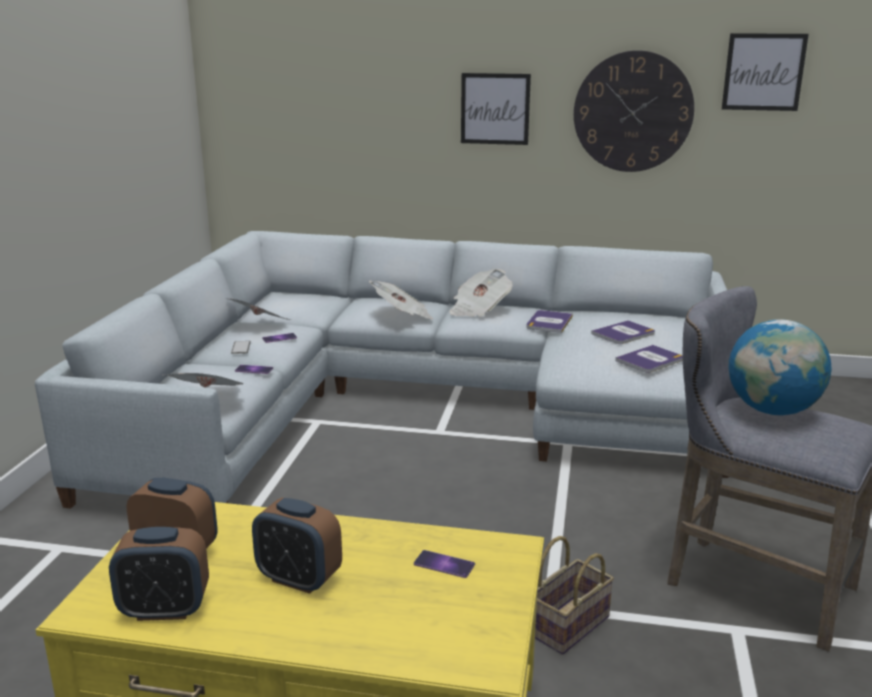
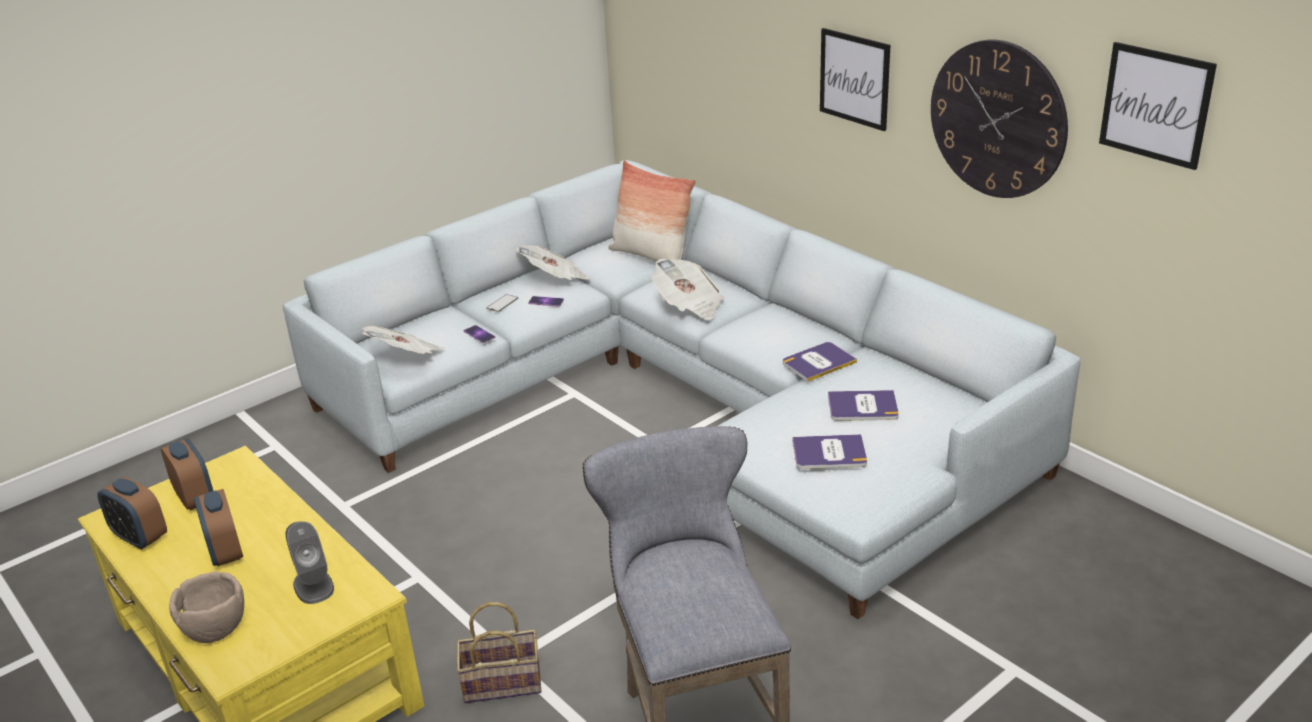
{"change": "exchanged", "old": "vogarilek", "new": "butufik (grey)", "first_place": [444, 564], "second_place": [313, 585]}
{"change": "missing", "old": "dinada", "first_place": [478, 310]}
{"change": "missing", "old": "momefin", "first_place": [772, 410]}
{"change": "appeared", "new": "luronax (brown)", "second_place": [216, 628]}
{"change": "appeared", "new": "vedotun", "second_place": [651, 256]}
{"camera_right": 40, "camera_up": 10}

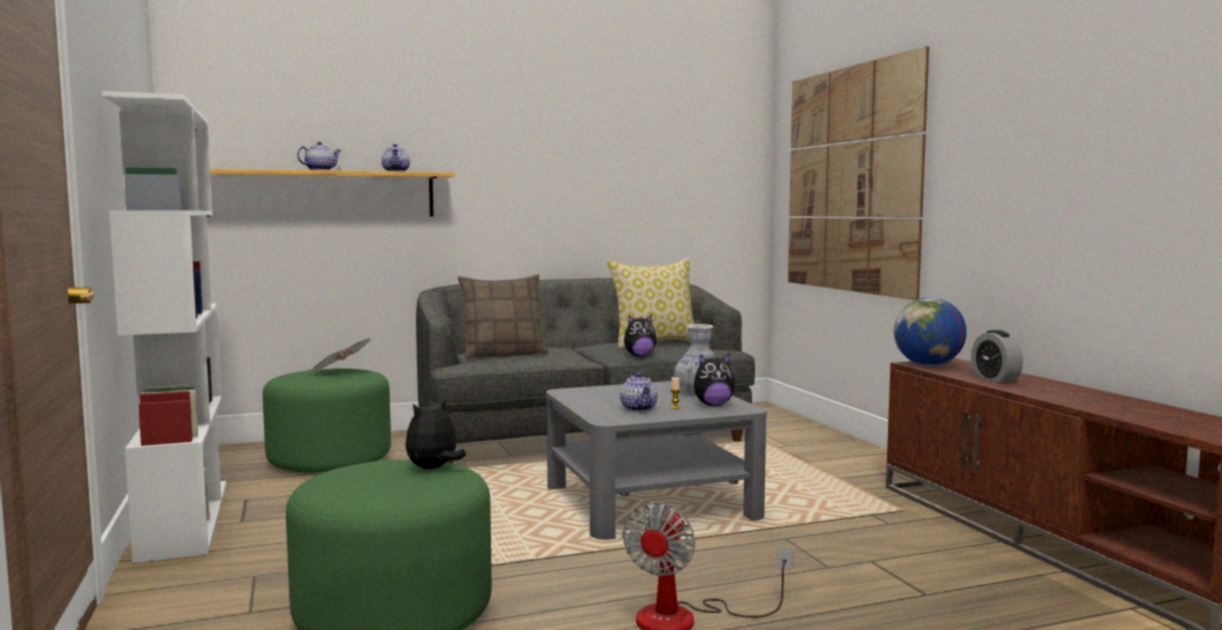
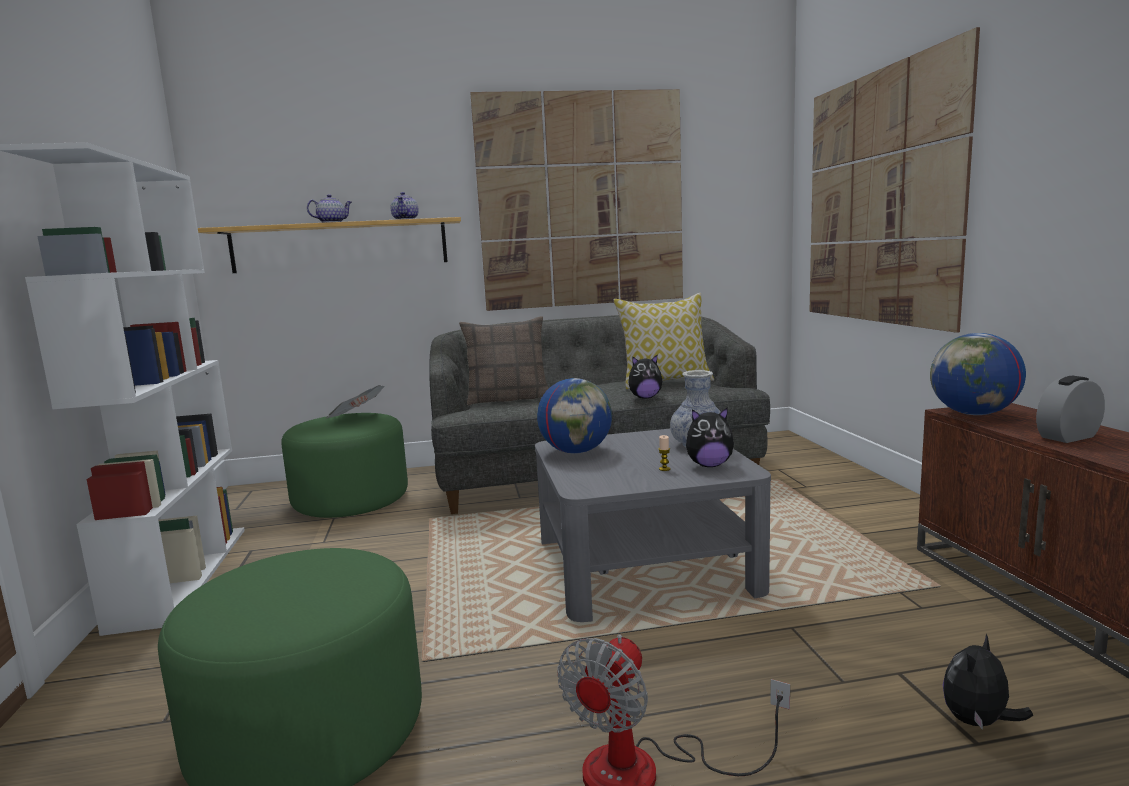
{"change": "relocated", "old": "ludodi", "first_place": [434, 469], "second_place": [978, 722]}
{"change": "missing", "old": "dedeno", "first_place": [639, 409]}
{"change": "spun", "old": "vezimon", "first_place": [995, 379], "second_place": [1068, 437], "degrees": 75}
{"change": "appeared", "new": "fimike", "second_place": [581, 201]}
{"change": "appeared", "new": "momefin", "second_place": [576, 451]}
{"camera_right": 10, "camera_up": 5}

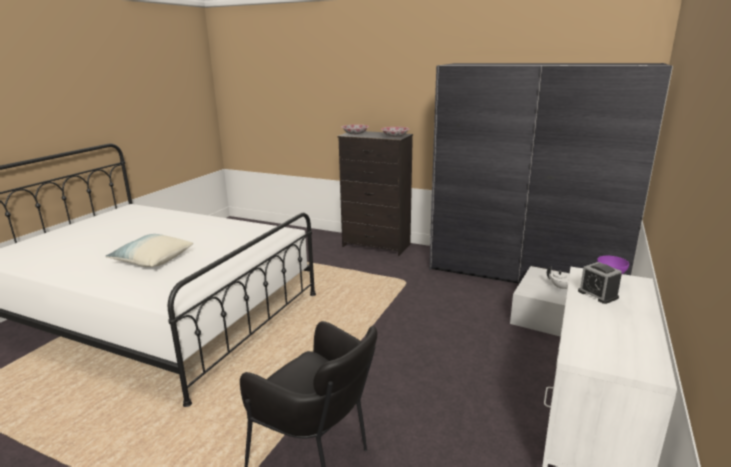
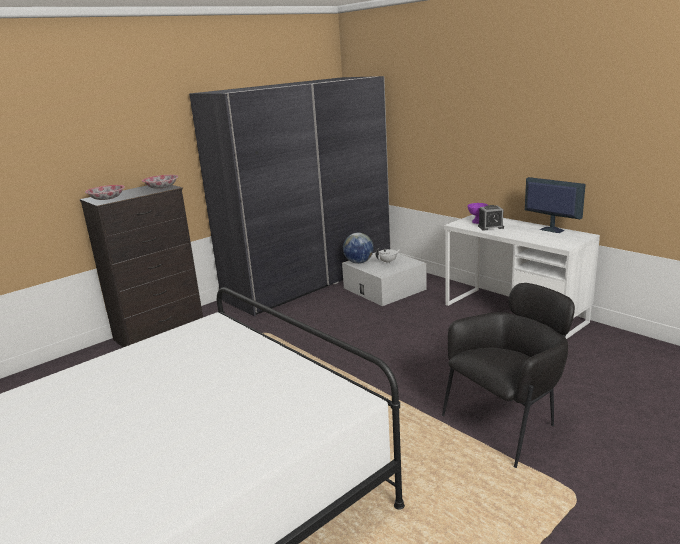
{"change": "missing", "old": "vedotun", "first_place": [152, 260]}
{"change": "appeared", "new": "momefin", "second_place": [358, 262]}
{"change": "appeared", "new": "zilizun", "second_place": [551, 229]}
{"camera_right": -65, "camera_up": 0}

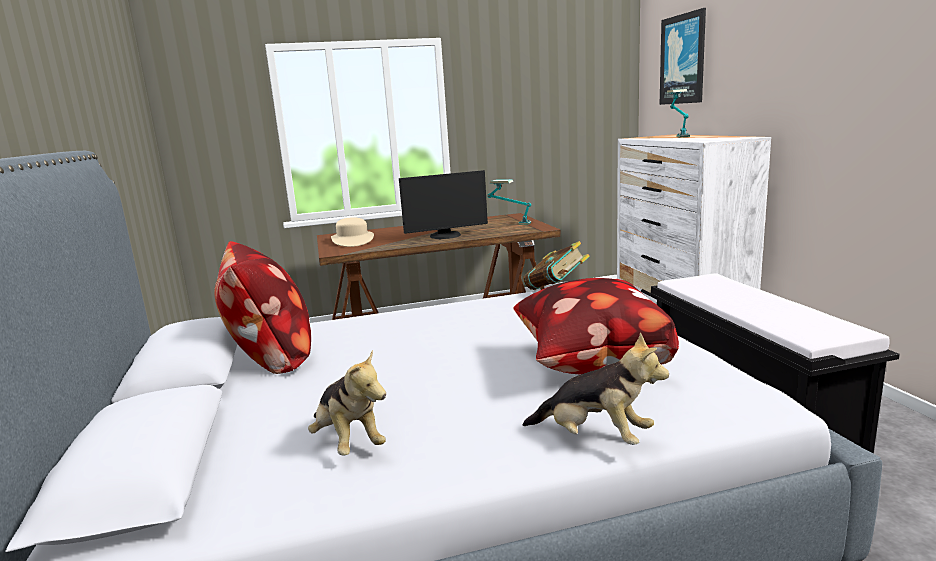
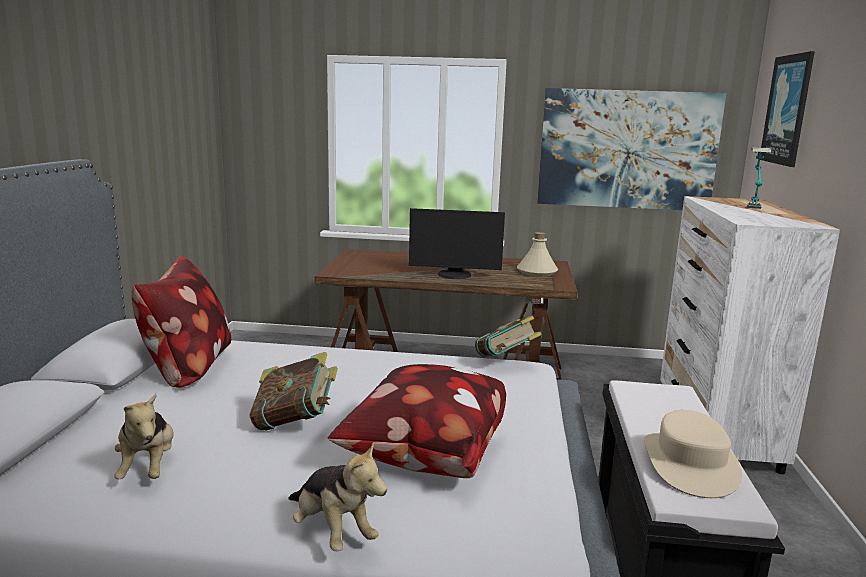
{"change": "relocated", "old": "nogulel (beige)", "first_place": [353, 240], "second_place": [690, 464]}
{"change": "exchanged", "old": "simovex", "new": "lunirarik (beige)", "first_place": [509, 223], "second_place": [537, 272]}
{"change": "appeared", "new": "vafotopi", "second_place": [295, 422]}
{"change": "appeared", "new": "fimike", "second_place": [627, 150]}
{"camera_right": 20, "camera_up": 0}

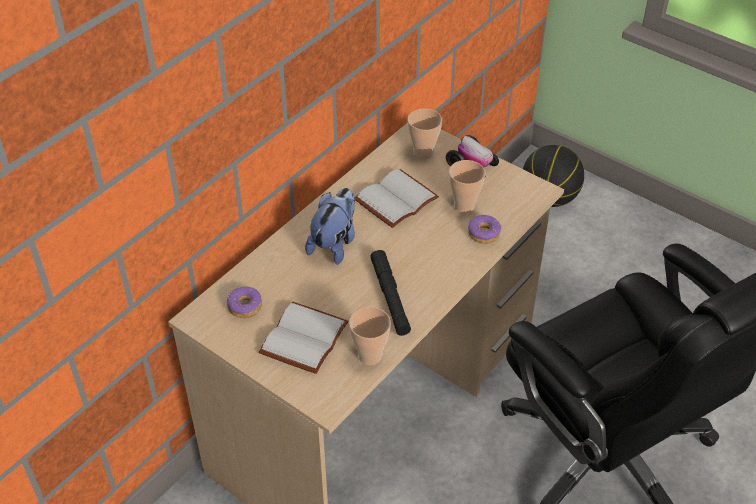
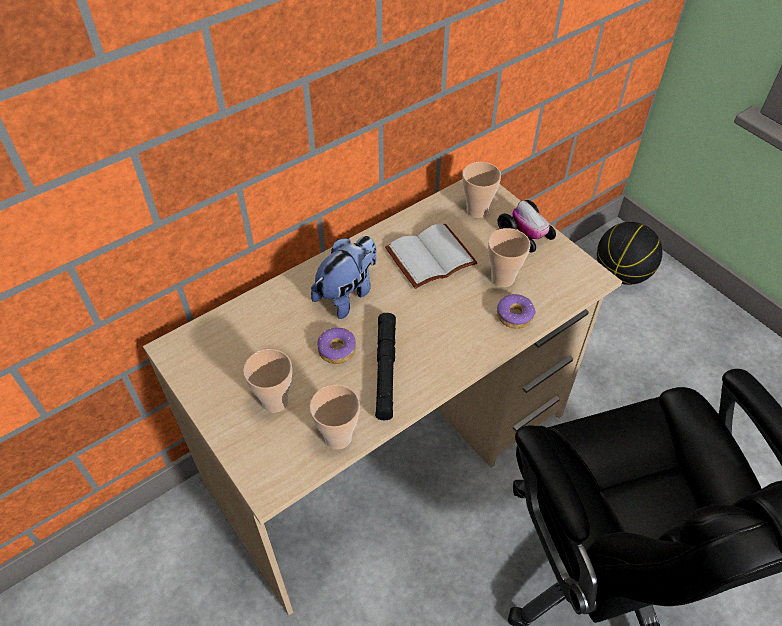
{"change": "relocated", "old": "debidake", "first_place": [245, 307], "second_place": [337, 350]}
{"change": "exchanged", "old": "vafotopi (white)", "new": "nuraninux", "first_place": [305, 340], "second_place": [275, 401]}
{"camera_right": 15, "camera_up": 5}

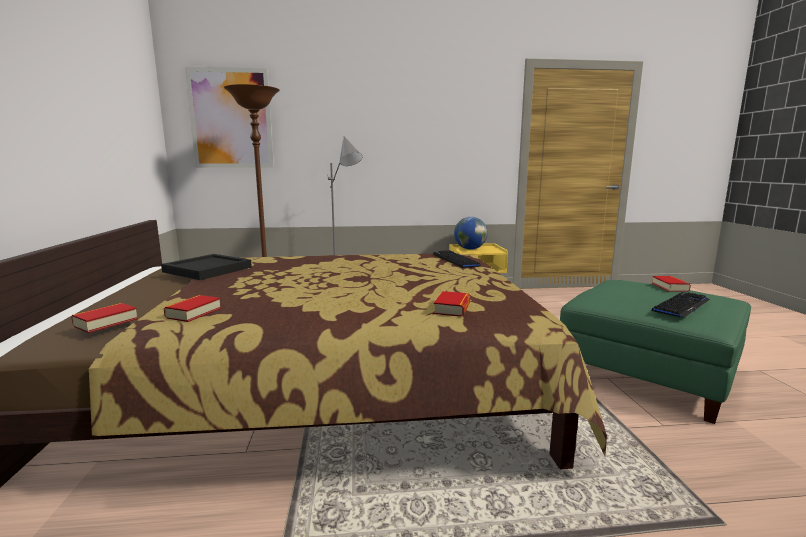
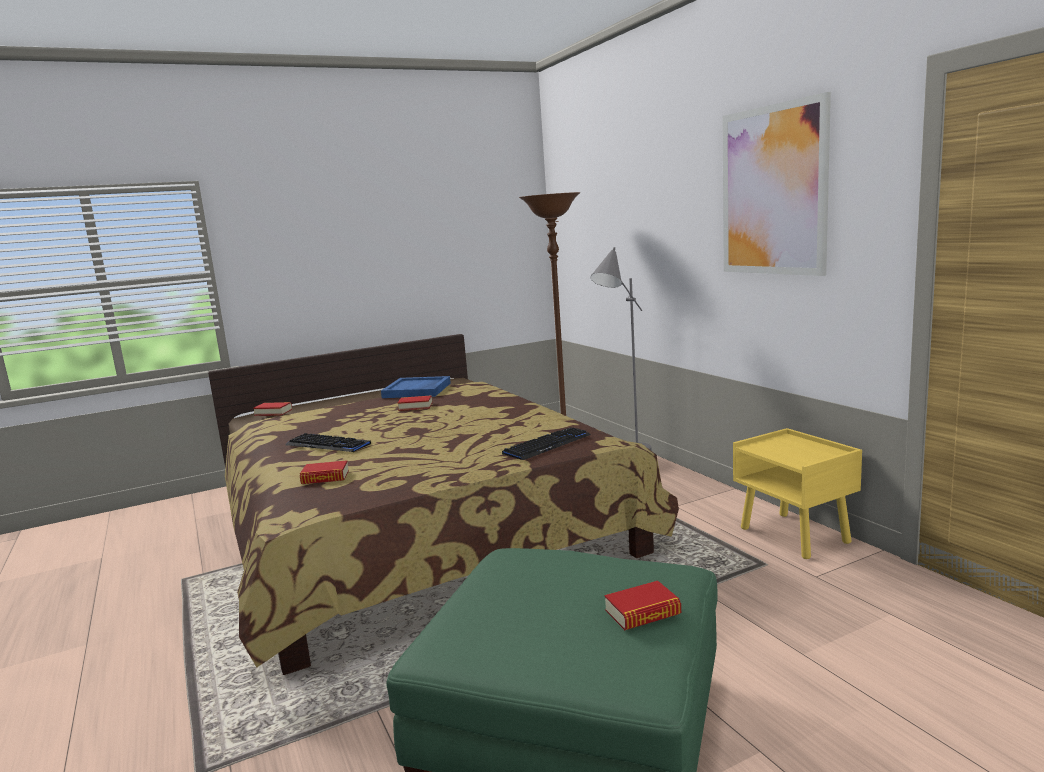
{"change": "colour", "old": "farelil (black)", "new": "farelil (blue)", "first_place": [208, 269], "second_place": [417, 390]}
{"change": "relocated", "old": "vafotopi", "first_place": [193, 313], "second_place": [415, 406]}
{"change": "relocated", "old": "fimike", "first_place": [231, 119], "second_place": [773, 191]}
{"change": "missing", "old": "momefin", "first_place": [470, 249]}
{"change": "relocated", "old": "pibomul", "first_place": [681, 305], "second_place": [328, 445]}
{"camera_right": 70, "camera_up": 0}

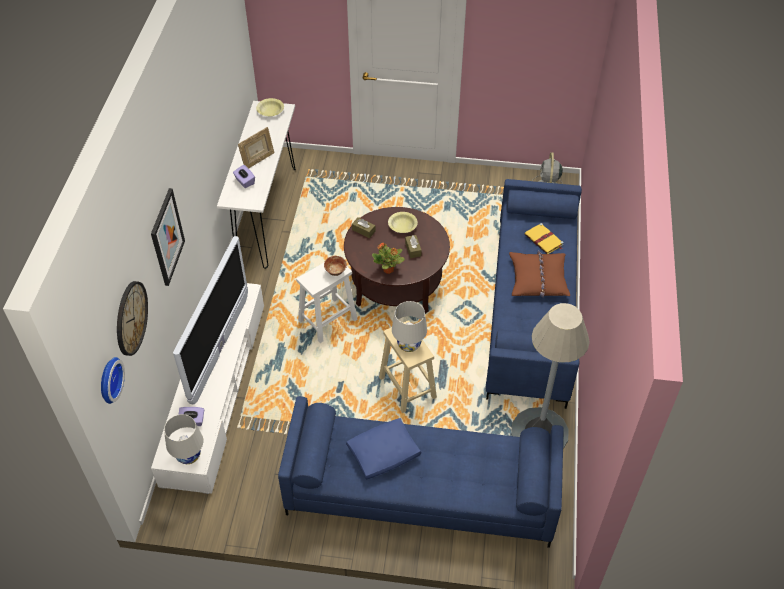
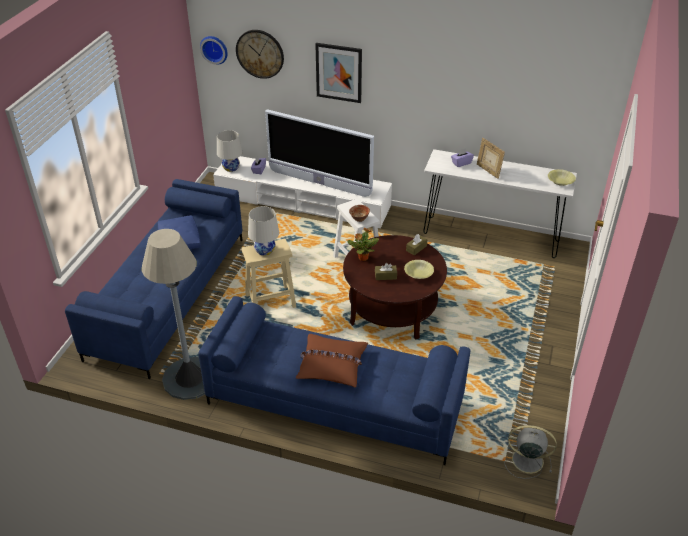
{"change": "missing", "old": "vafotopi (yellow)", "first_place": [544, 240]}
{"camera_right": 100, "camera_up": -10}

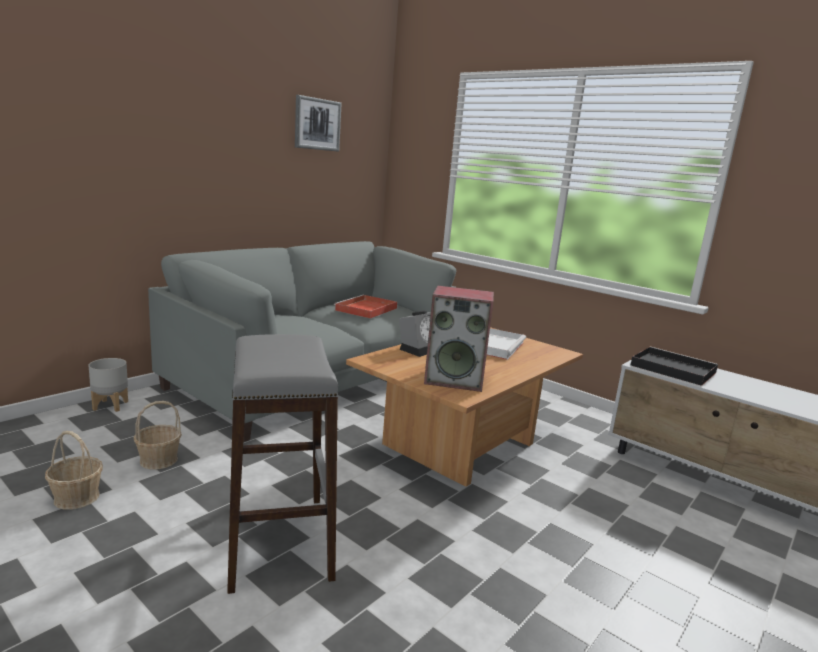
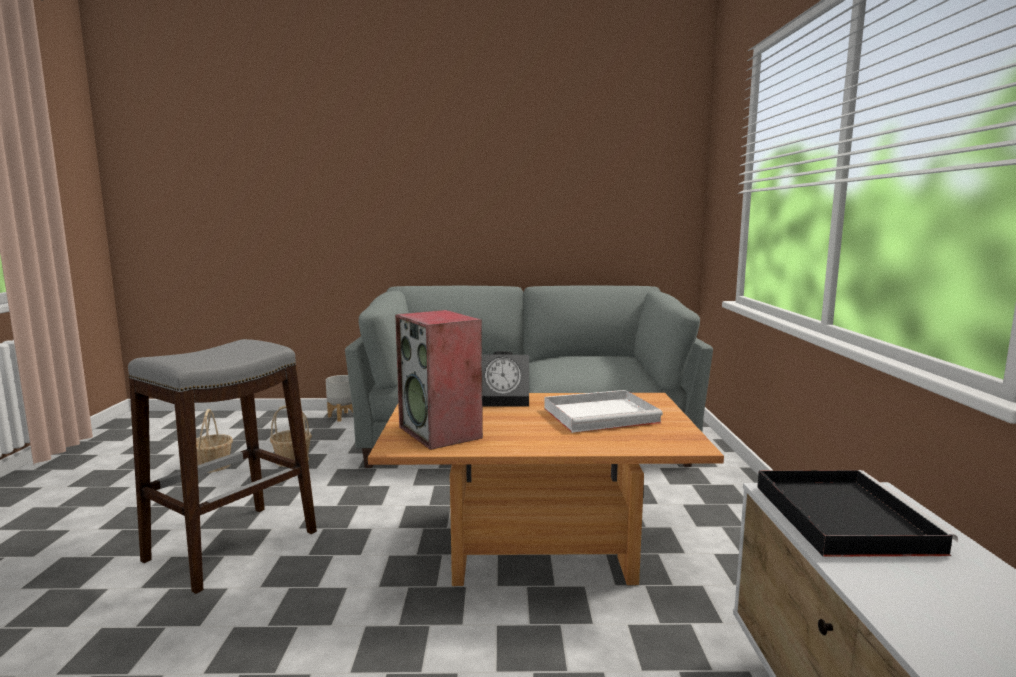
{"change": "missing", "old": "fimike", "first_place": [317, 124]}
{"change": "missing", "old": "farelil (red)", "first_place": [366, 309]}
{"camera_right": 50, "camera_up": -5}

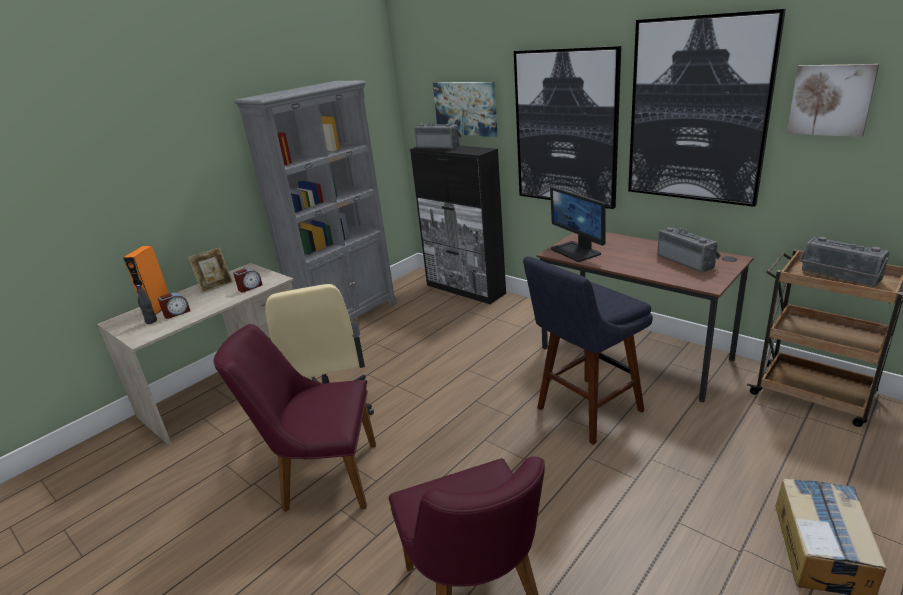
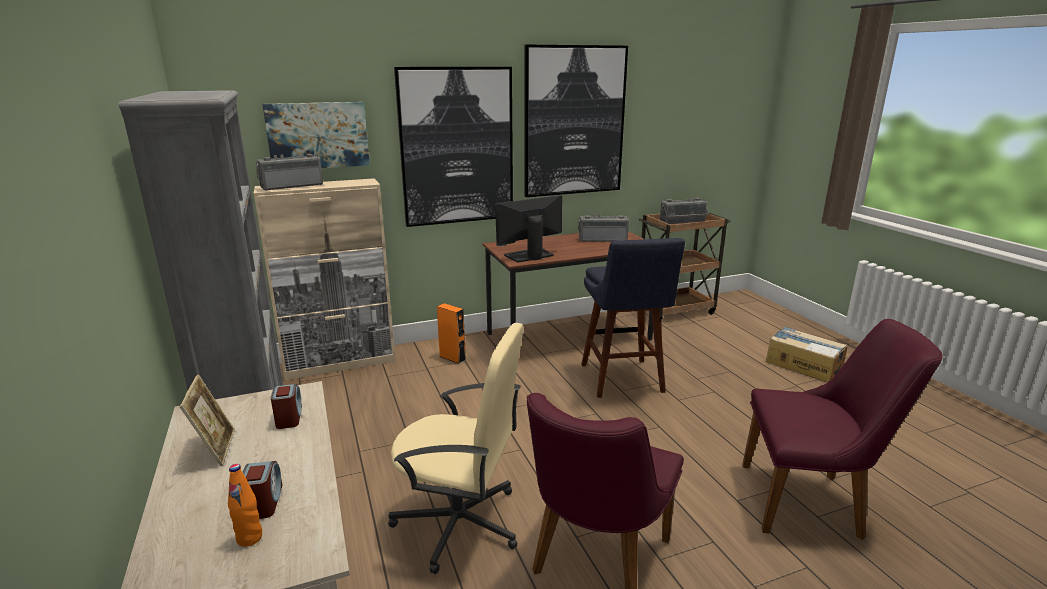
{"change": "relocated", "old": "butufik (orange)", "first_place": [158, 308], "second_place": [452, 358]}
{"change": "colour", "old": "lunirarik (black)", "new": "lunirarik (orange)", "first_place": [151, 321], "second_place": [249, 538]}
{"change": "colour", "old": "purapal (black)", "new": "purapal (beige)", "first_place": [465, 289], "second_place": [341, 363]}
{"change": "spun", "old": "zilizun", "first_place": [576, 251], "second_place": [529, 255], "degrees": 150}
{"change": "missing", "old": "fimike", "first_place": [831, 100]}
{"camera_right": -65, "camera_up": -5}

